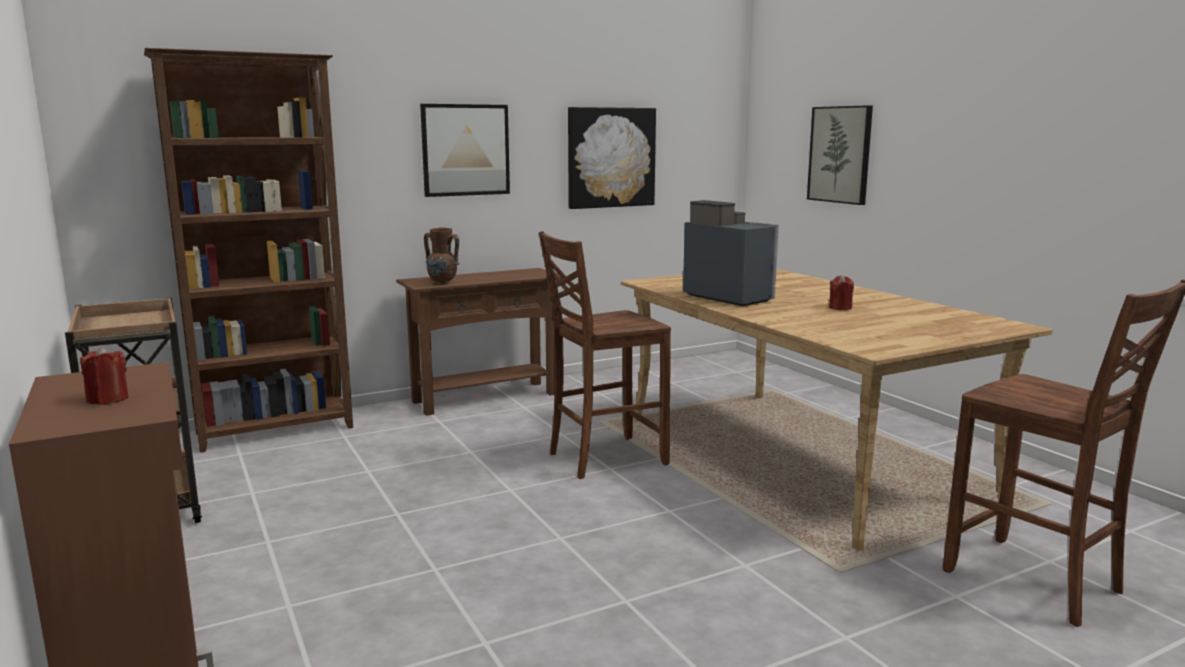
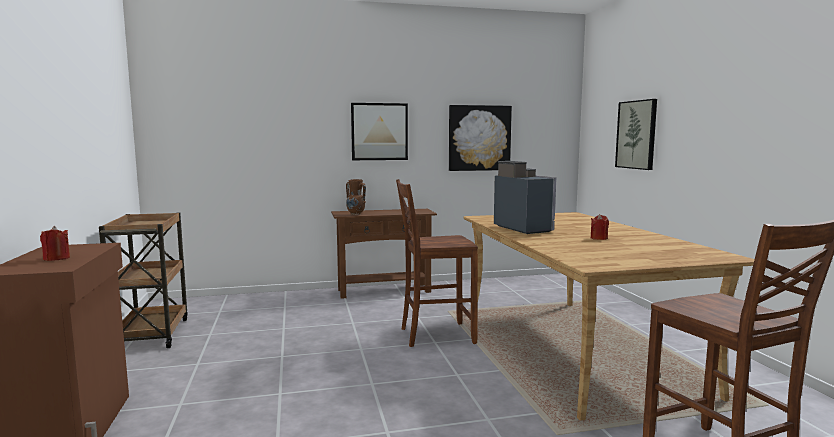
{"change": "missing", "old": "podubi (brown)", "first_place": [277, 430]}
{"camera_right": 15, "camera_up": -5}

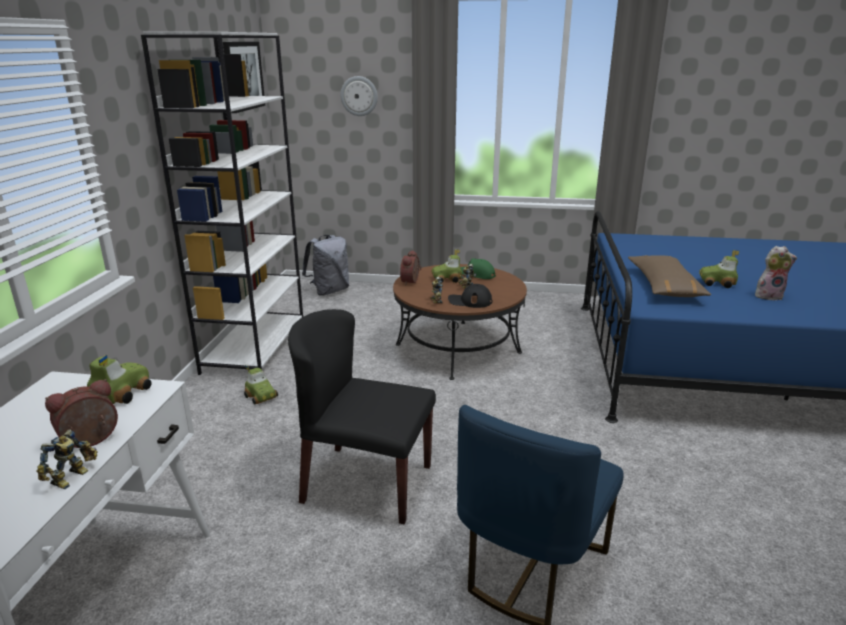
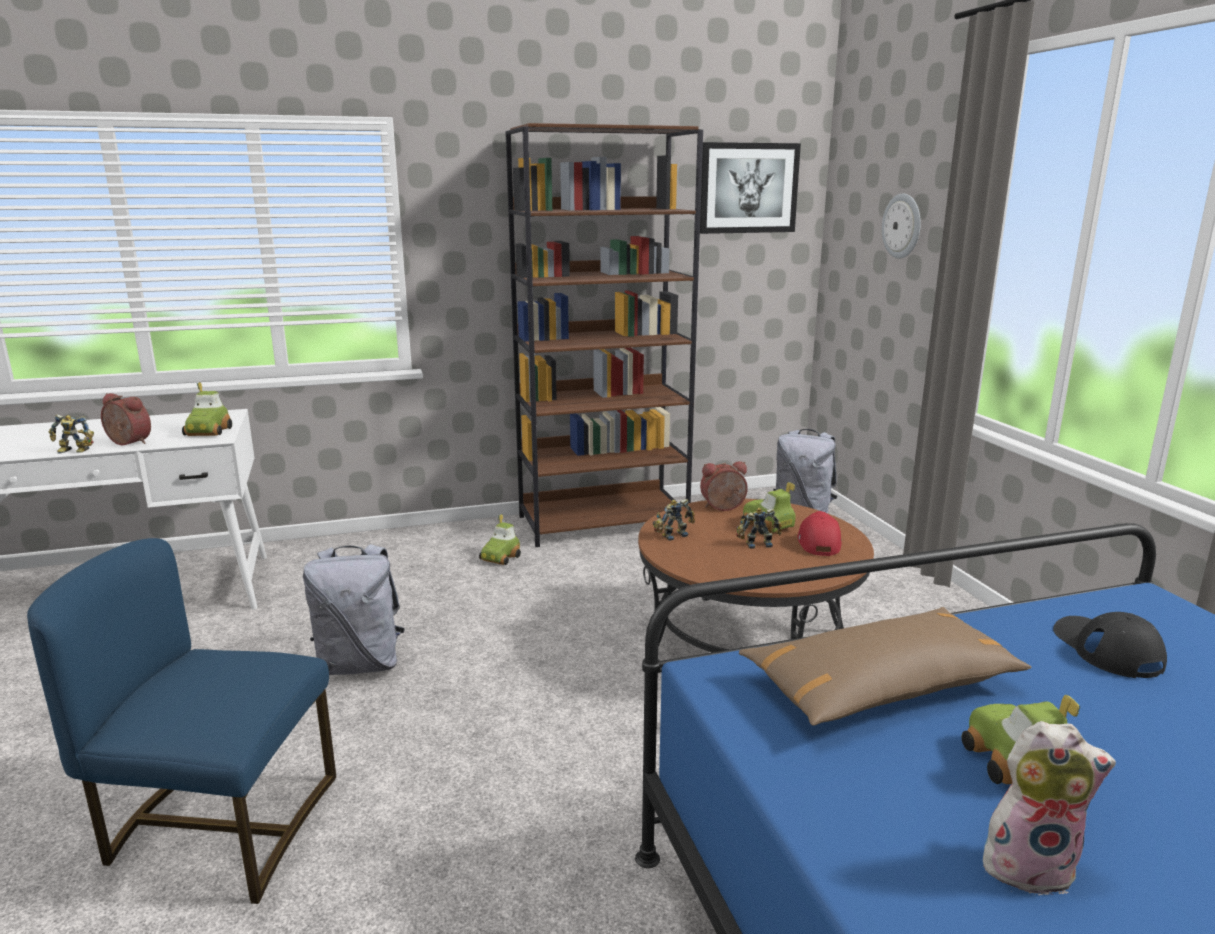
{"change": "spun", "old": "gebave", "first_place": [121, 393], "second_place": [209, 432], "degrees": 90}
{"change": "colour", "old": "podubi (white)", "new": "podubi (brown)", "first_place": [254, 347], "second_place": [604, 522]}
{"change": "exchanged", "old": "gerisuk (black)", "new": "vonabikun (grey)", "first_place": [366, 483], "second_place": [360, 664]}
{"change": "relocated", "old": "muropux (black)", "first_place": [469, 301], "second_place": [1107, 649]}
{"change": "colour", "old": "muropux (green)", "new": "muropux (red)", "first_place": [477, 275], "second_place": [818, 542]}
{"change": "spun", "old": "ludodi", "first_place": [768, 296], "second_place": [1029, 865], "degrees": -60}
{"camera_right": 65, "camera_up": -5}

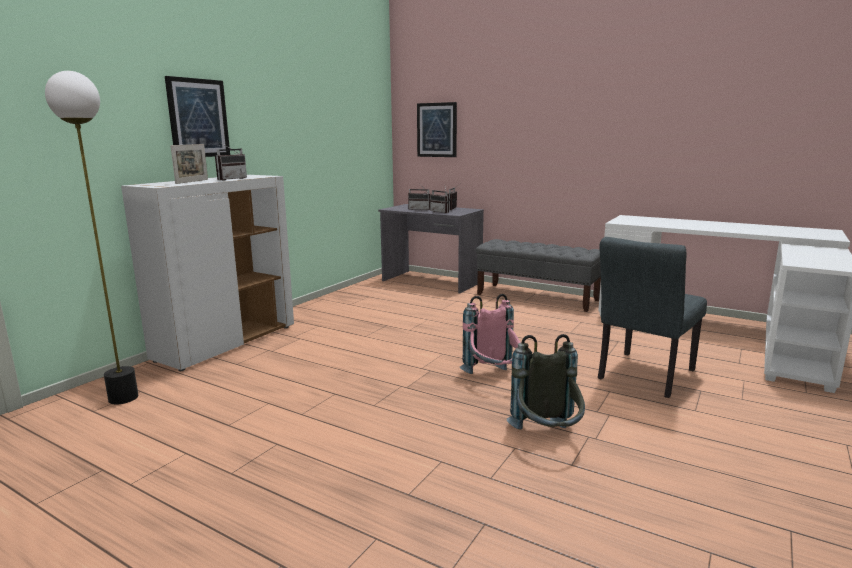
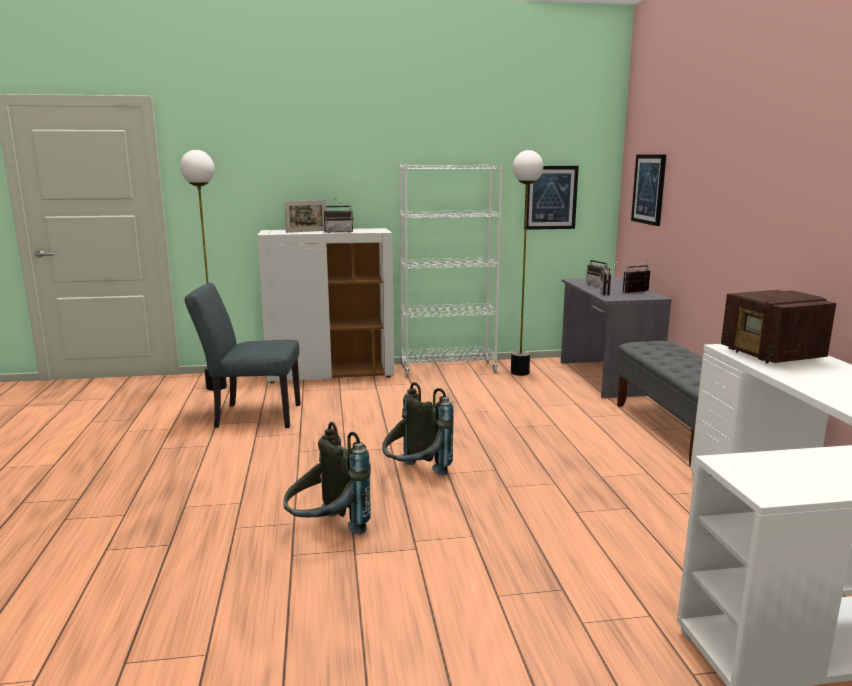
{"change": "relocated", "old": "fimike", "first_place": [198, 118], "second_place": [550, 197]}
{"change": "colour", "old": "vonabikun (pink)", "new": "vonabikun (grey)", "first_place": [493, 378], "second_place": [415, 476]}
{"change": "relocated", "old": "gerisuk (grey)", "first_place": [642, 377], "second_place": [251, 416]}
{"change": "appeared", "new": "podubi (white)", "second_place": [448, 370]}
{"change": "appeared", "new": "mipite", "second_place": [520, 372]}
{"change": "appeared", "new": "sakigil", "second_place": [772, 356]}
{"camera_right": 50, "camera_up": 0}

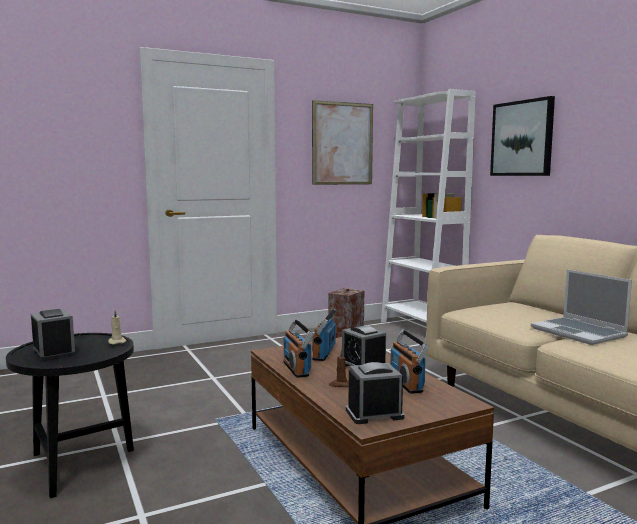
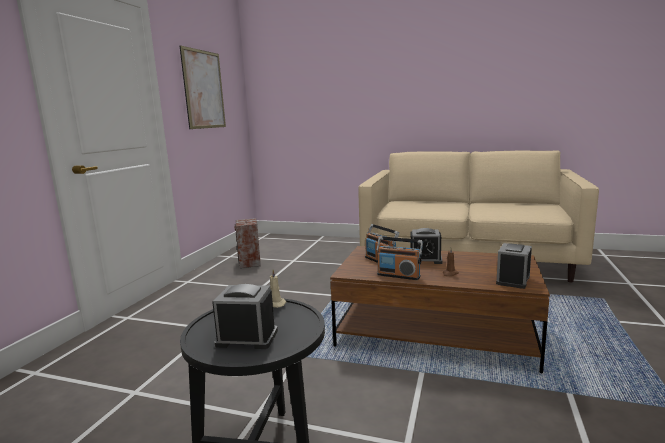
{"change": "missing", "old": "podubi (white)", "first_place": [421, 328]}
{"change": "missing", "old": "sakigil", "first_place": [406, 383]}
{"change": "missing", "old": "fimike", "first_place": [522, 138]}
{"change": "missing", "old": "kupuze", "first_place": [579, 333]}
{"camera_right": -45, "camera_up": 5}

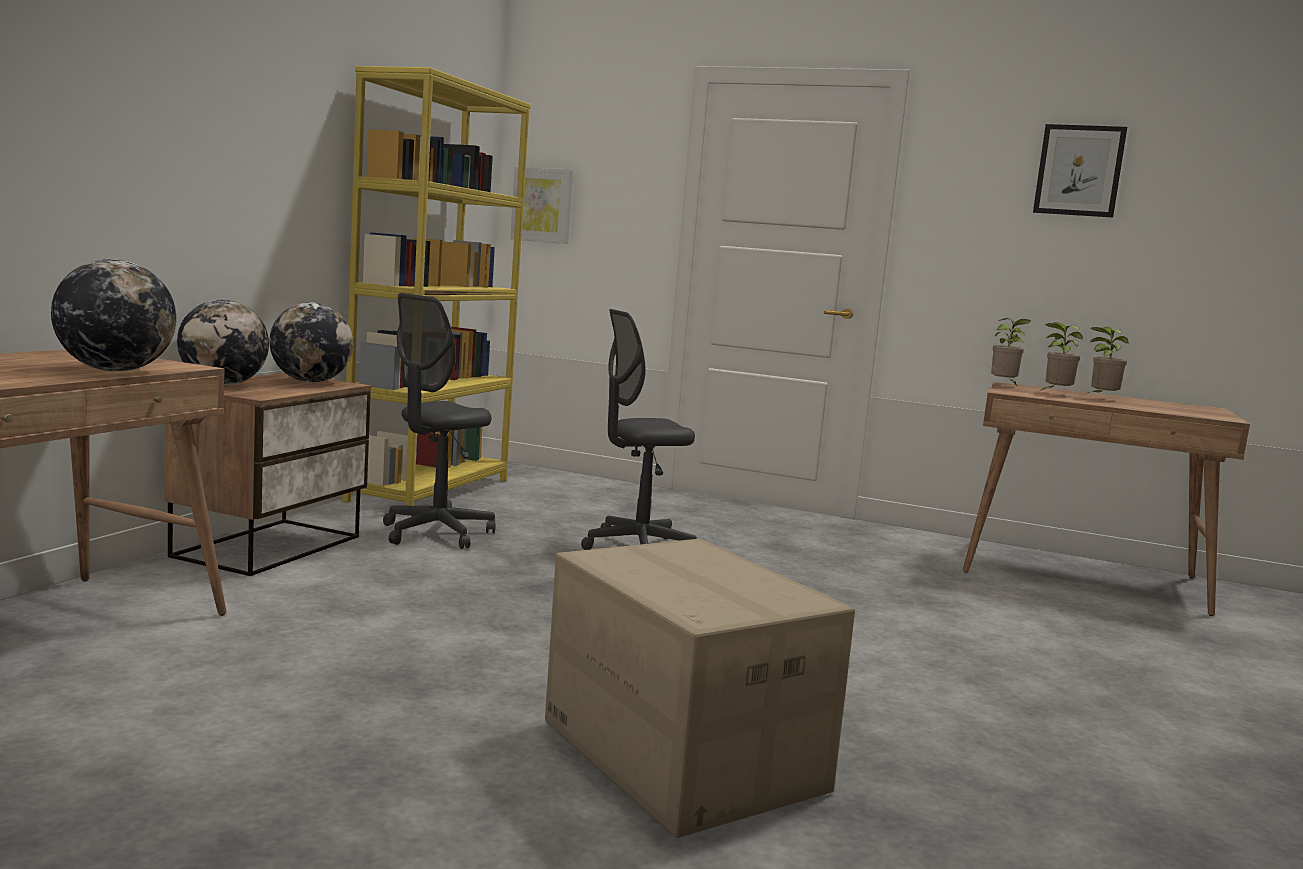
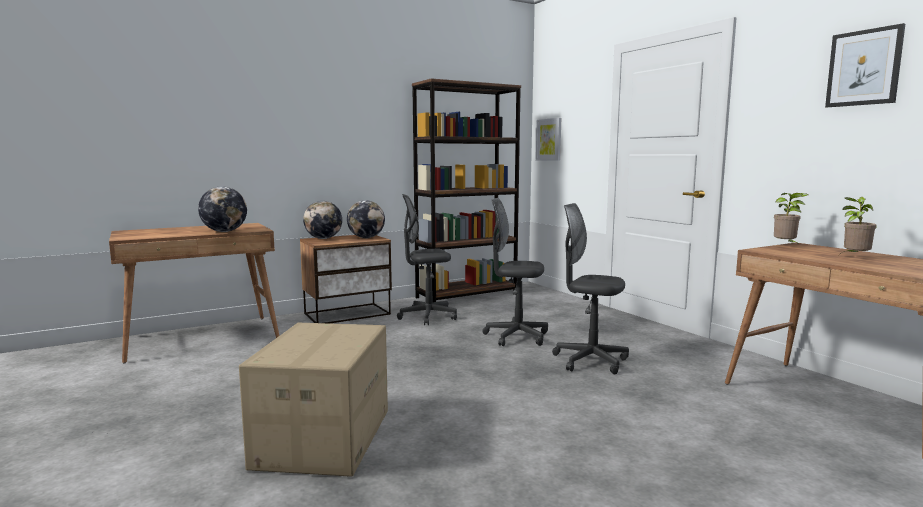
{"change": "colour", "old": "podubi (yellow)", "new": "podubi (brown)", "first_place": [430, 490], "second_place": [467, 296]}
{"change": "missing", "old": "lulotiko", "first_place": [1055, 394]}
{"change": "appeared", "new": "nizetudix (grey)", "second_place": [590, 361]}
{"camera_right": 40, "camera_up": 0}

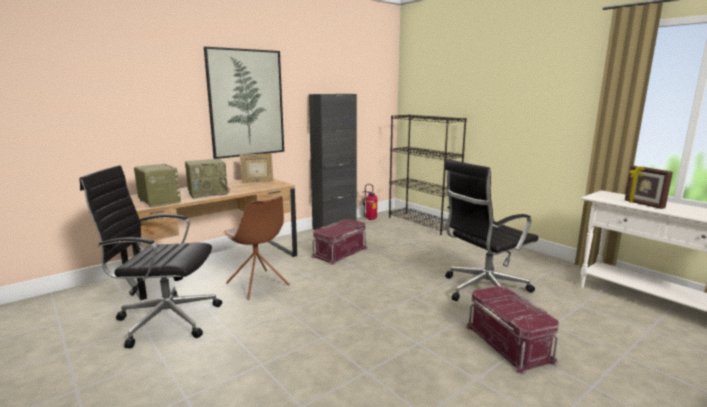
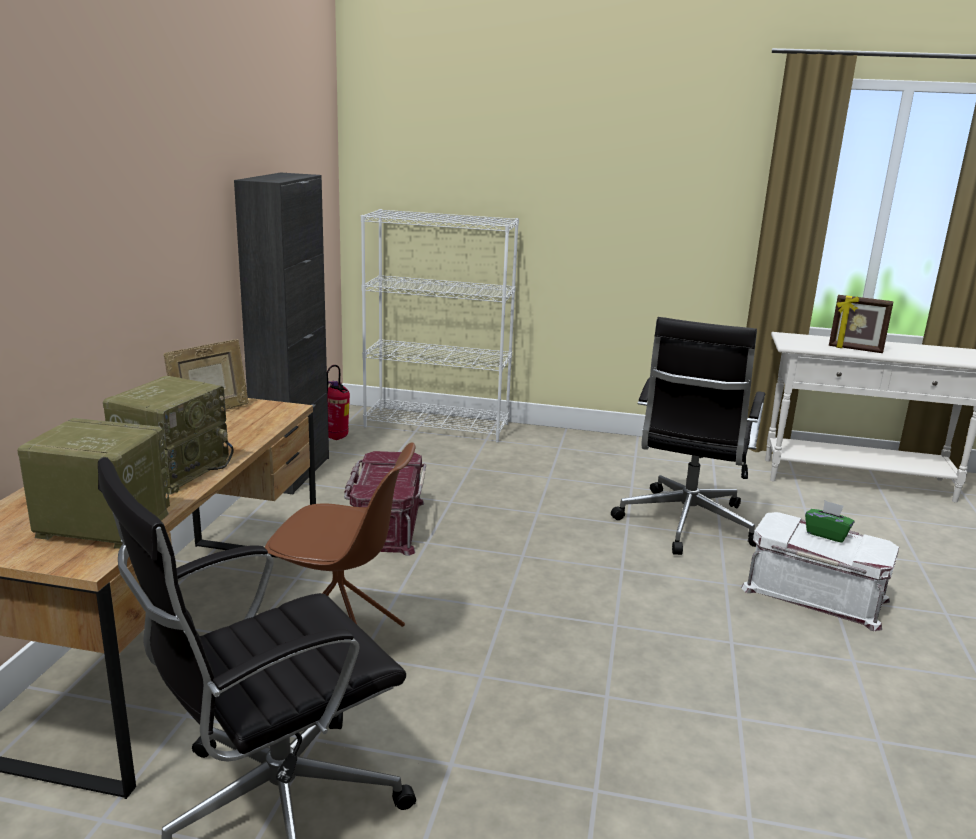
{"change": "missing", "old": "fimike", "first_place": [246, 103]}
{"change": "colour", "old": "podubi (black)", "new": "podubi (white)", "first_place": [422, 223], "second_place": [437, 425]}
{"change": "colour", "old": "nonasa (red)", "new": "nonasa (white)", "first_place": [509, 343], "second_place": [815, 593]}
{"change": "appeared", "new": "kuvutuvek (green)", "second_place": [826, 534]}
{"camera_right": -40, "camera_up": 5}

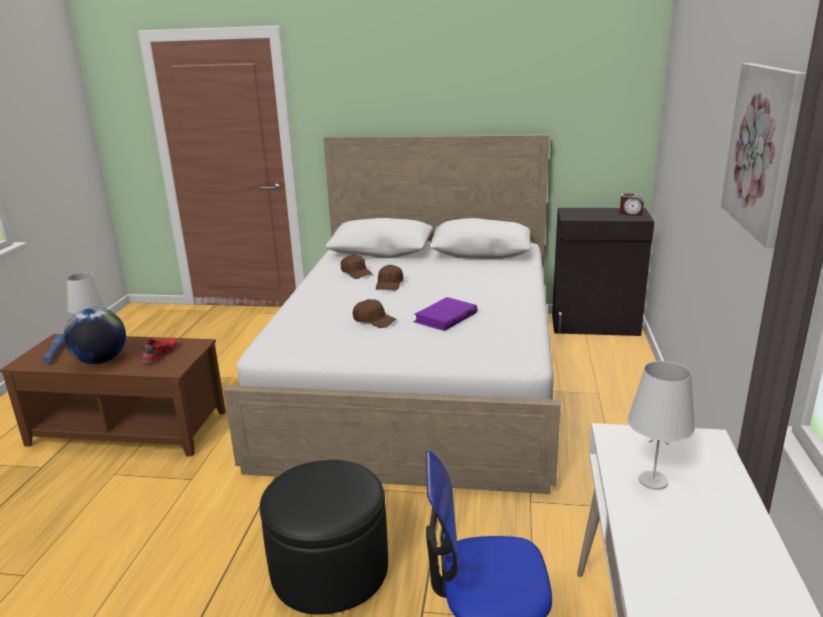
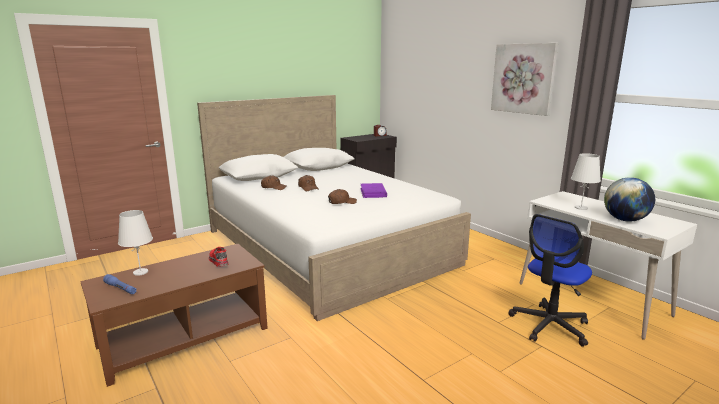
{"change": "relocated", "old": "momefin", "first_place": [101, 360], "second_place": [625, 220]}
{"change": "missing", "old": "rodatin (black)", "first_place": [329, 569]}
{"camera_right": -45, "camera_up": -5}

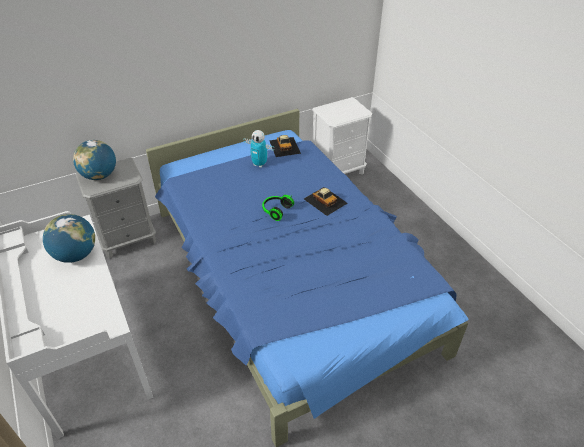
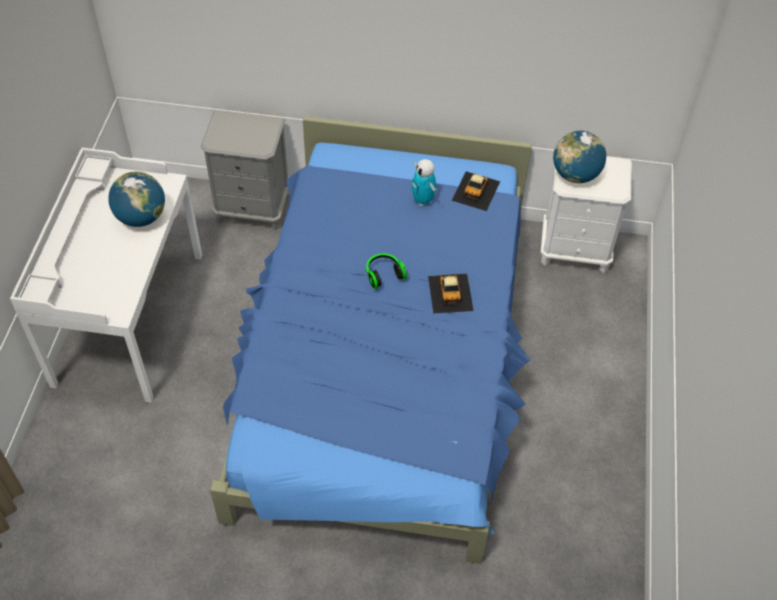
{"change": "relocated", "old": "momefin", "first_place": [99, 176], "second_place": [575, 175]}
{"camera_right": 35, "camera_up": 10}

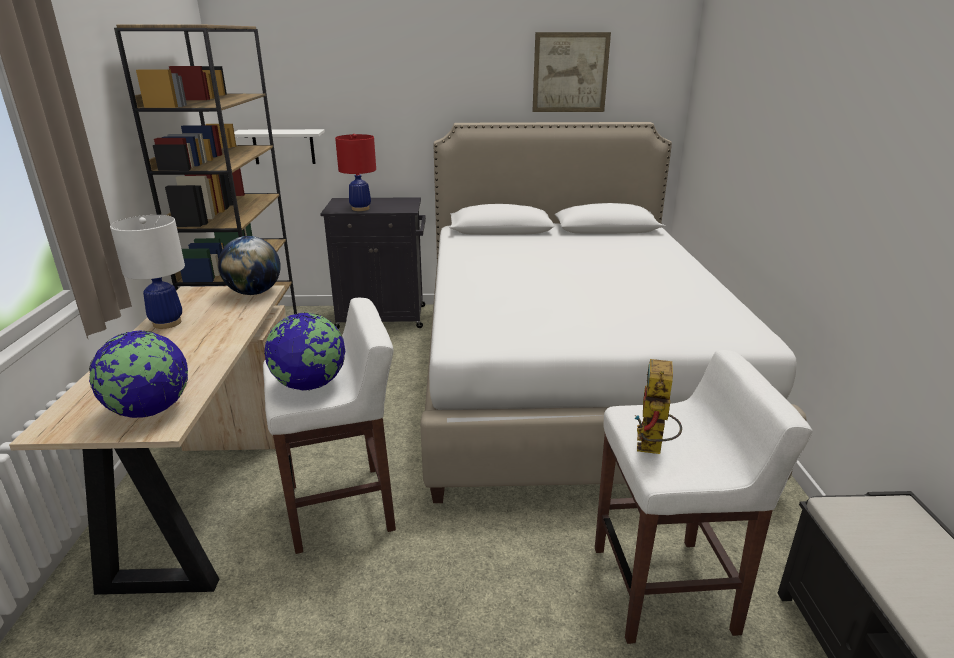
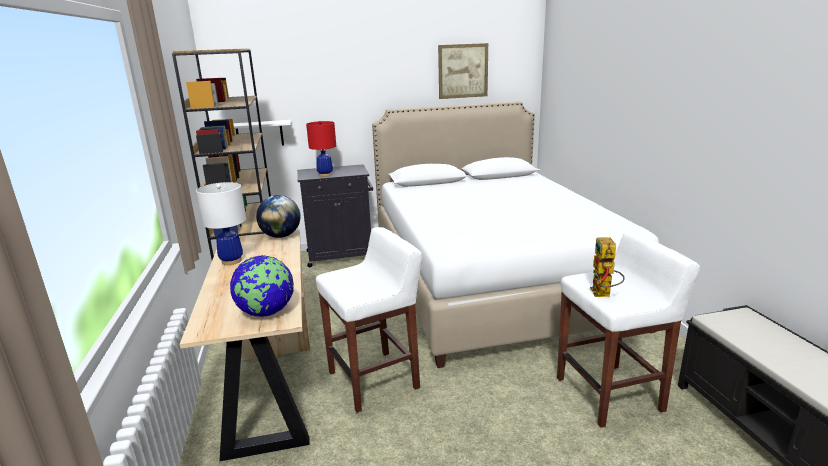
{"change": "missing", "old": "momefin", "first_place": [310, 385]}
{"camera_right": -10, "camera_up": -5}

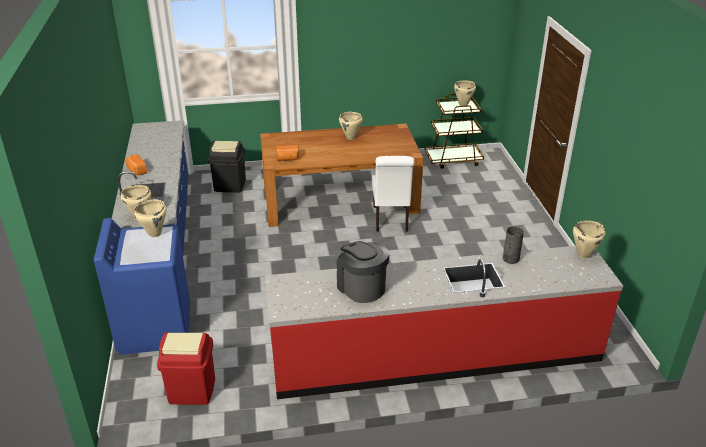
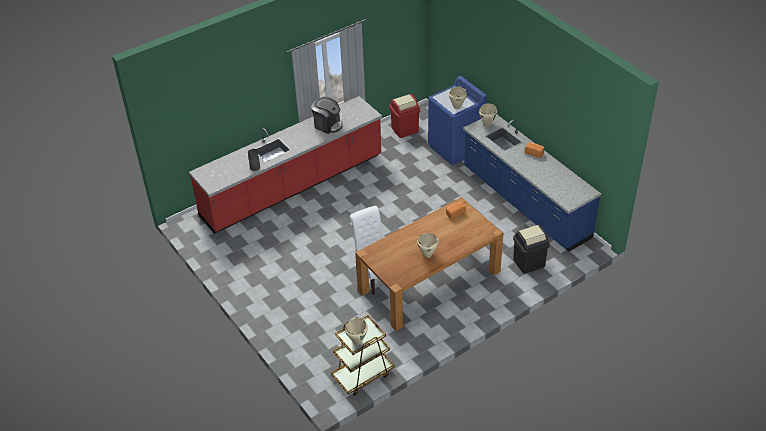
{"change": "missing", "old": "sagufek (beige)", "first_place": [583, 254]}
{"camera_right": 155, "camera_up": 10}

